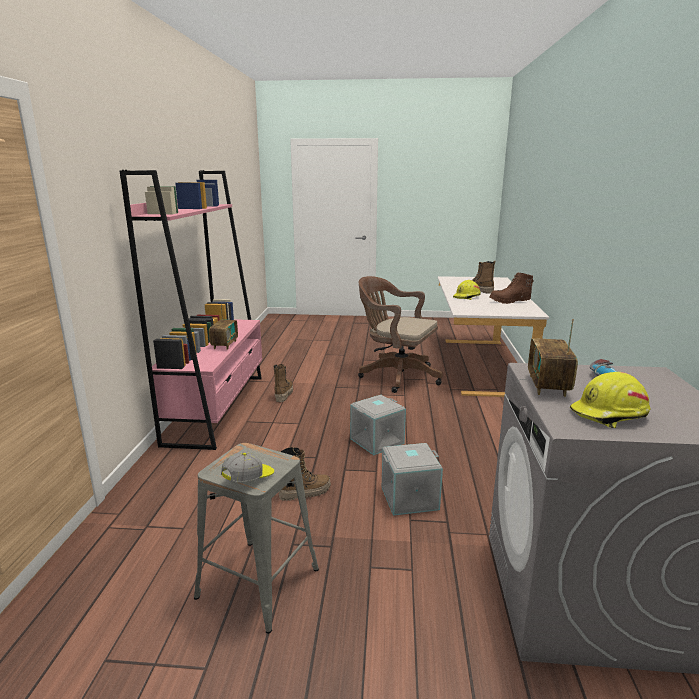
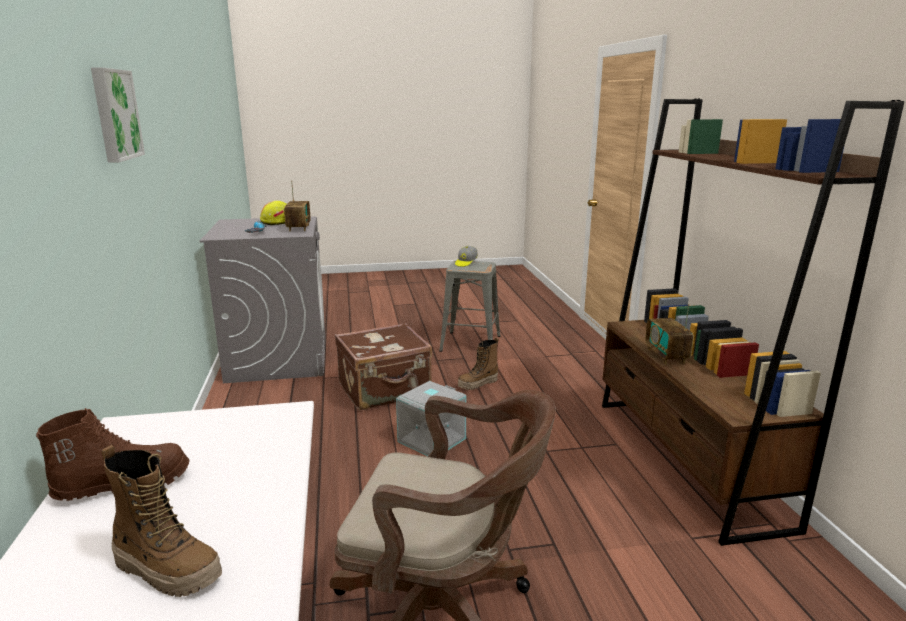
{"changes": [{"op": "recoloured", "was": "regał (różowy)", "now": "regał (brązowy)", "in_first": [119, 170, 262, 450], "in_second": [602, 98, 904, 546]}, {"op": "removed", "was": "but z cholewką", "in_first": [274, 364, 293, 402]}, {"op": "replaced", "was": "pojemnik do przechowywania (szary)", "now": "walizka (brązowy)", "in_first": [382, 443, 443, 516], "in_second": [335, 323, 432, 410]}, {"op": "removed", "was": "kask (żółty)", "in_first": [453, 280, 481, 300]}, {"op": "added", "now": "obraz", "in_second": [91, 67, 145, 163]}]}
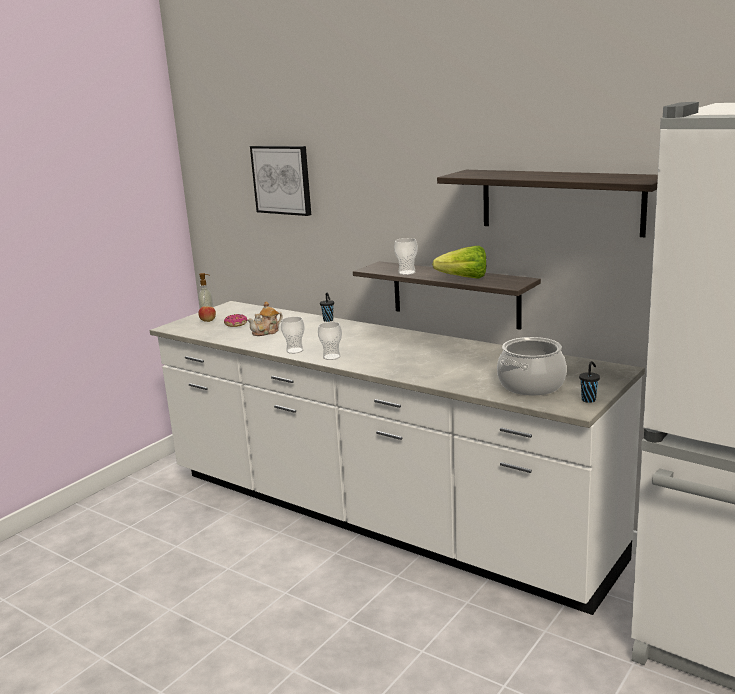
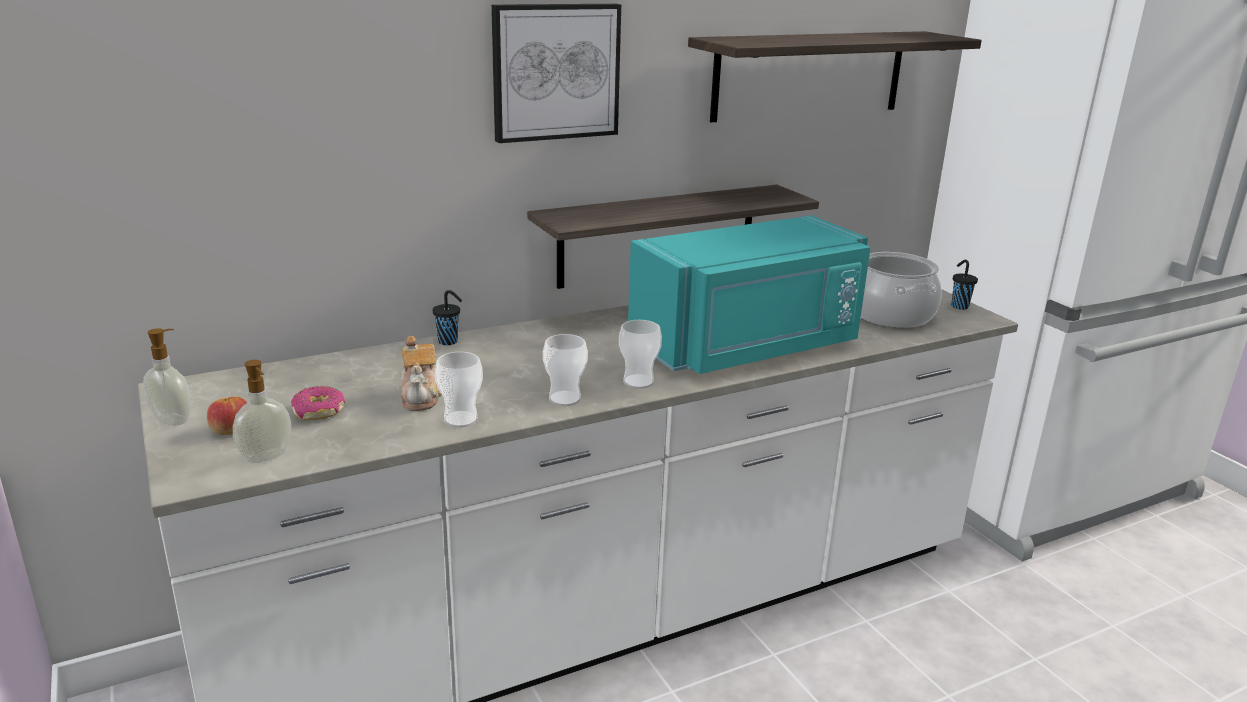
{"changes": [{"op": "moved", "was": "obraz", "in_first": [250, 146, 311, 216], "in_second": [491, 4, 621, 143]}, {"op": "moved", "was": "filiżanka", "in_first": [394, 238, 418, 275], "in_second": [435, 352, 483, 428]}, {"op": "removed", "was": "sałata", "in_first": [432, 246, 486, 279]}, {"op": "added", "now": "dozownik mydła", "in_second": [233, 360, 291, 463]}, {"op": "added", "now": "mikrofalówka (turkusowy)", "in_second": [628, 215, 871, 374]}]}
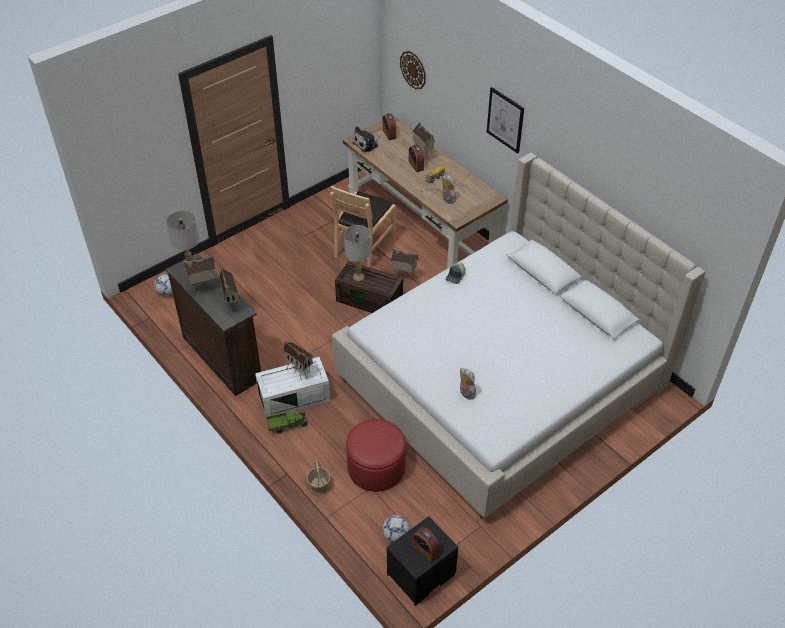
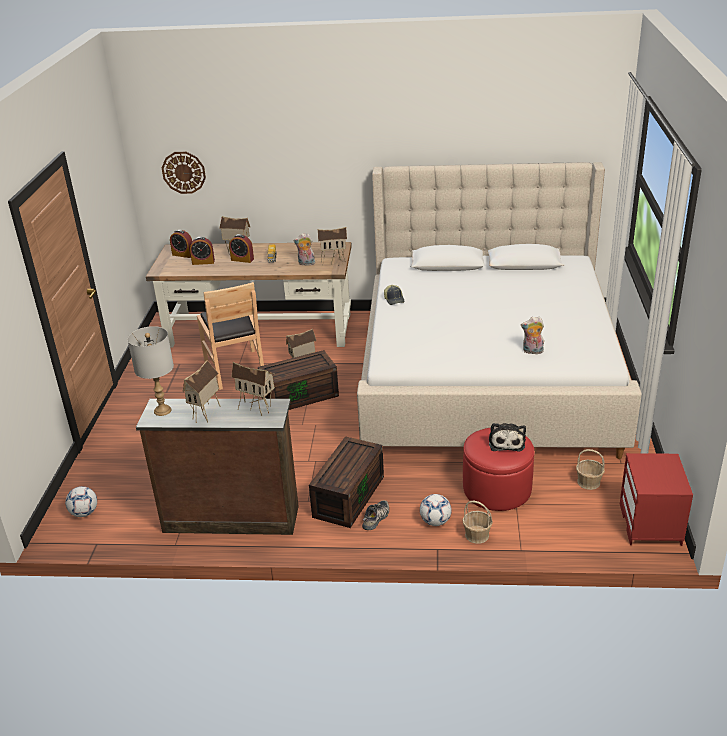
{"changes": [{"op": "recoloured", "was": "pojemnik do przechowywania (biały)", "now": "pojemnik do przechowywania (brązowy)", "in_first": [255, 357, 330, 417], "in_second": [309, 436, 384, 528]}, {"op": "replaced", "was": "ciężarówka zabawkowa", "now": "but", "in_first": [266, 410, 308, 434], "in_second": [362, 500, 389, 530]}, {"op": "moved", "was": "domek", "in_first": [283, 341, 313, 380], "in_second": [318, 227, 347, 267]}, {"op": "removed", "was": "lampa stołowa (szary)", "in_first": [344, 225, 371, 281]}, {"op": "moved", "was": "pluszak", "in_first": [353, 126, 380, 152], "in_second": [489, 423, 526, 452]}, {"op": "moved", "was": "piłka futbolowa", "in_first": [383, 515, 410, 542], "in_second": [420, 494, 452, 526]}, {"op": "recoloured", "was": "szafka nocna (czarny)", "now": "szafka nocna (czerwony)", "in_first": [386, 516, 458, 606], "in_second": [620, 453, 693, 546]}, {"op": "moved", "was": "budzik", "in_first": [412, 527, 439, 562], "in_second": [190, 237, 215, 265]}, {"op": "removed", "was": "obraz", "in_first": [487, 87, 524, 154]}, {"op": "added", "now": "koszyk", "in_second": [576, 449, 605, 490]}]}
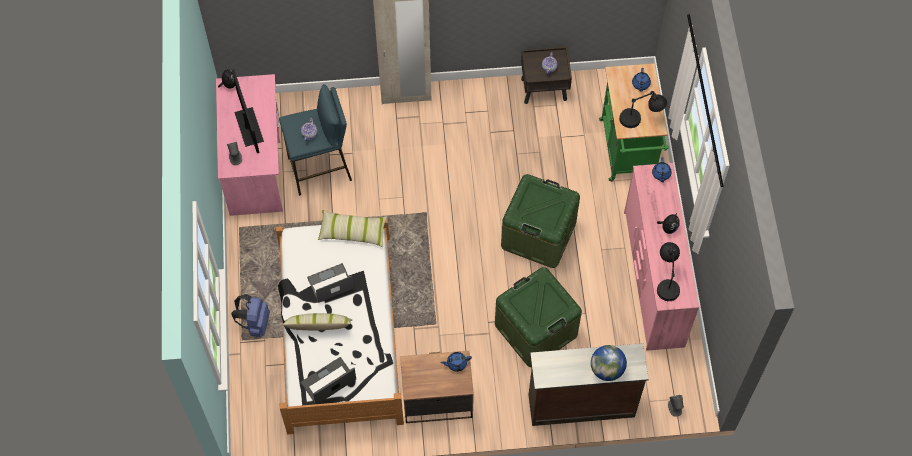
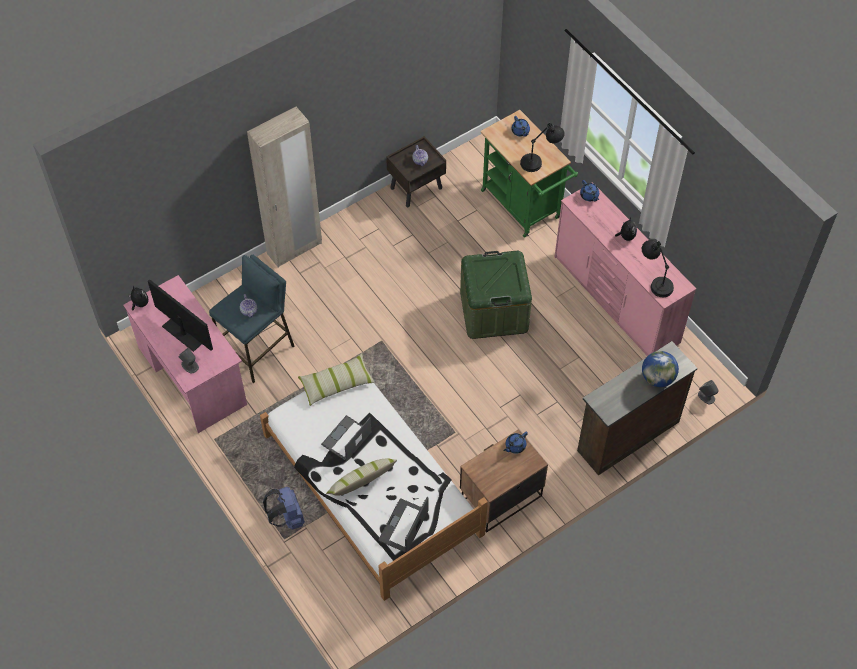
{"changes": [{"op": "removed", "was": "pojemnik do przechowywania (zielony)", "in_first": [495, 267, 582, 367]}]}
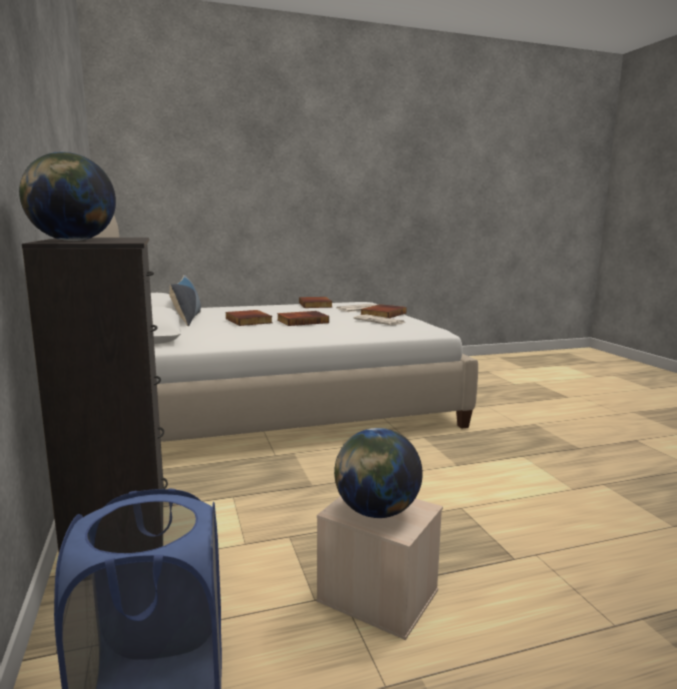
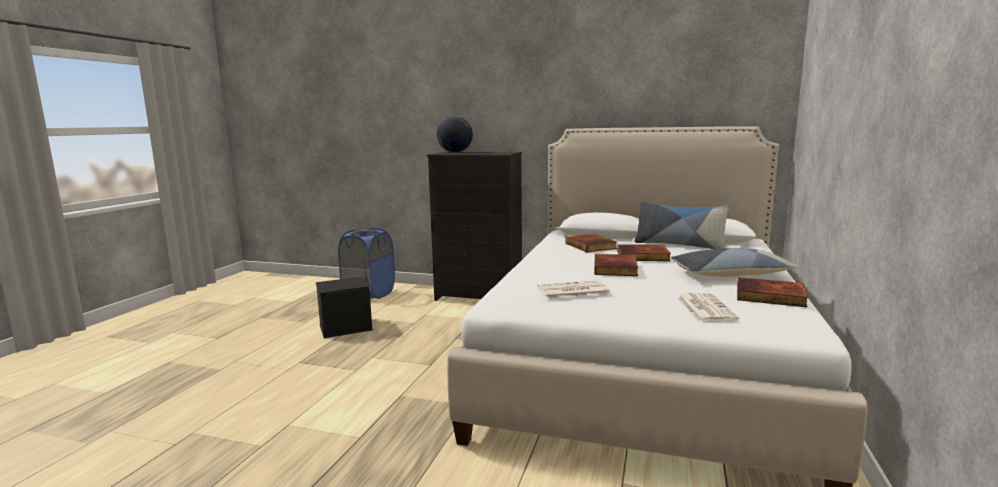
{"changes": [{"op": "recoloured", "was": "pojemnik do przechowywania (beżowy)", "now": "pojemnik do przechowywania (czarny)", "in_first": [317, 496, 443, 640], "in_second": [316, 277, 373, 338]}, {"op": "removed", "was": "globus", "in_first": [334, 428, 423, 518]}, {"op": "moved", "was": "książka", "in_first": [361, 304, 407, 318], "in_second": [565, 234, 617, 252]}, {"op": "added", "now": "poduszka", "in_second": [671, 248, 799, 277]}]}
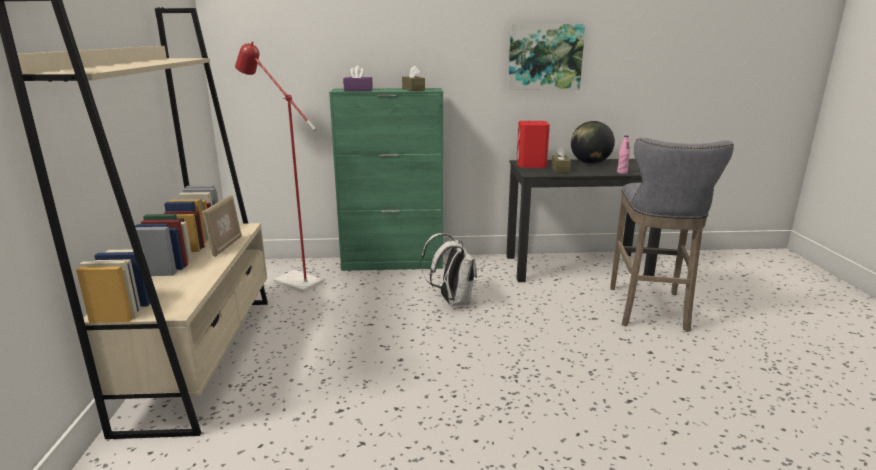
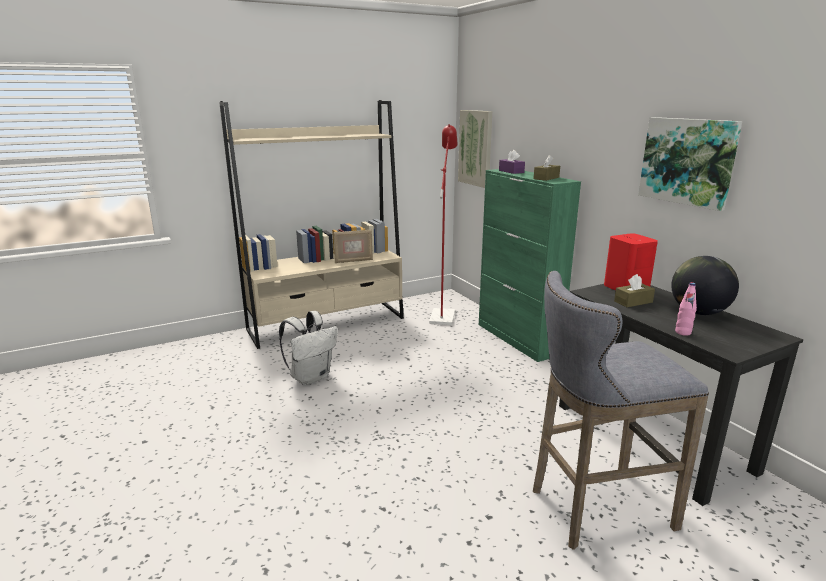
{"changes": [{"op": "moved", "was": "plecak (biały)", "in_first": [421, 233, 477, 306], "in_second": [279, 311, 337, 385]}, {"op": "added", "now": "obraz", "in_second": [458, 110, 492, 188]}]}
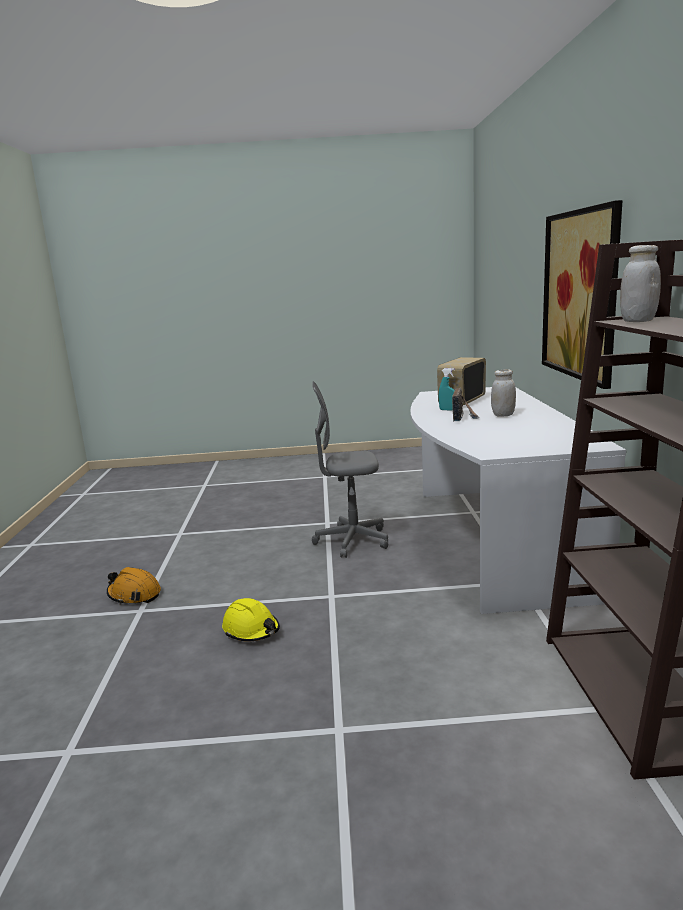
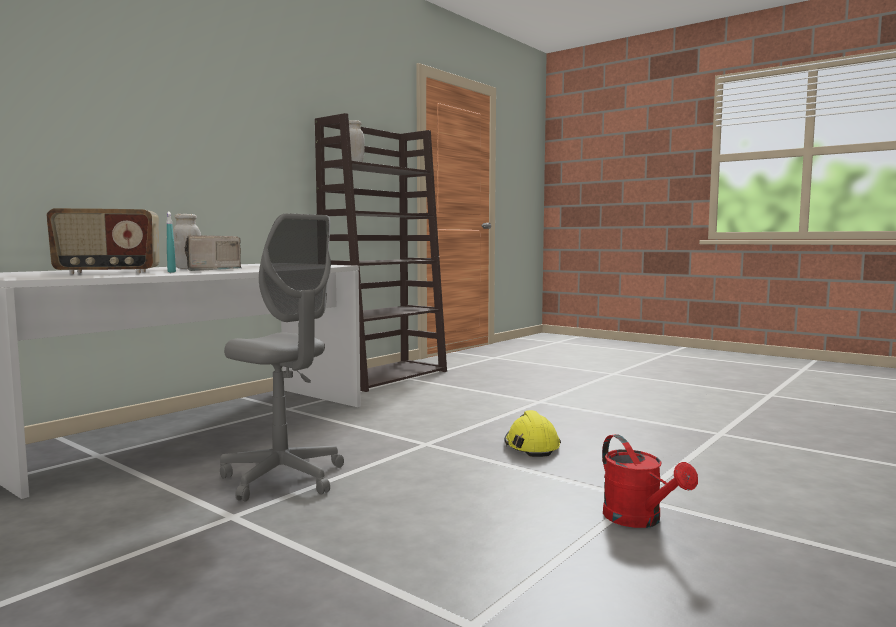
{"changes": [{"op": "replaced", "was": "kask (pomarańczowy)", "now": "konewka (czerwony)", "in_first": [107, 567, 161, 605], "in_second": [602, 434, 698, 528]}, {"op": "removed", "was": "obraz", "in_first": [542, 200, 623, 389]}]}
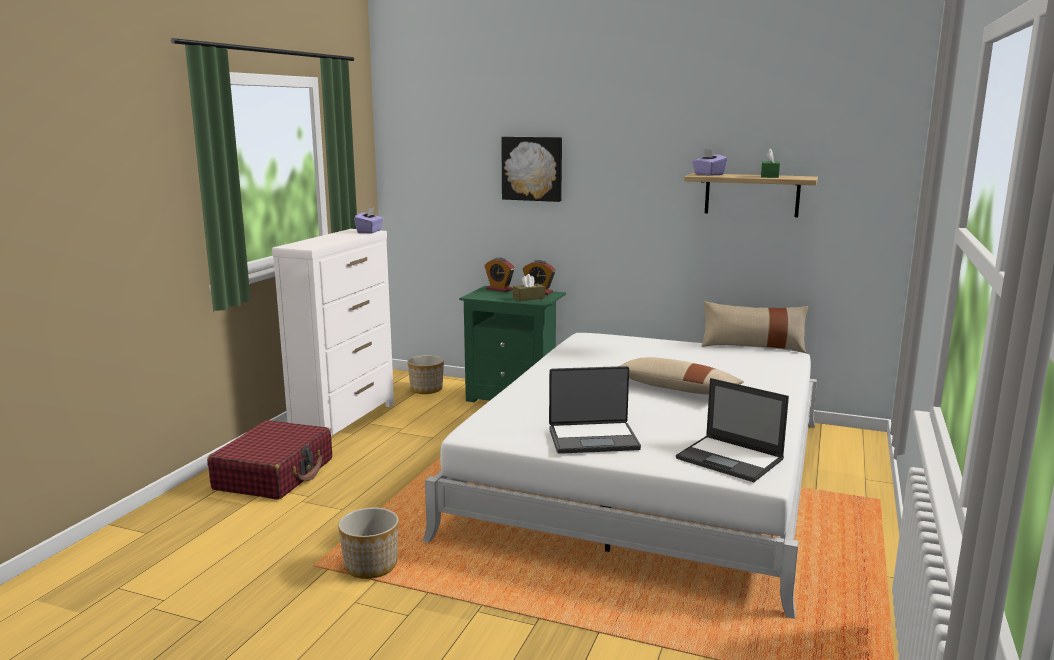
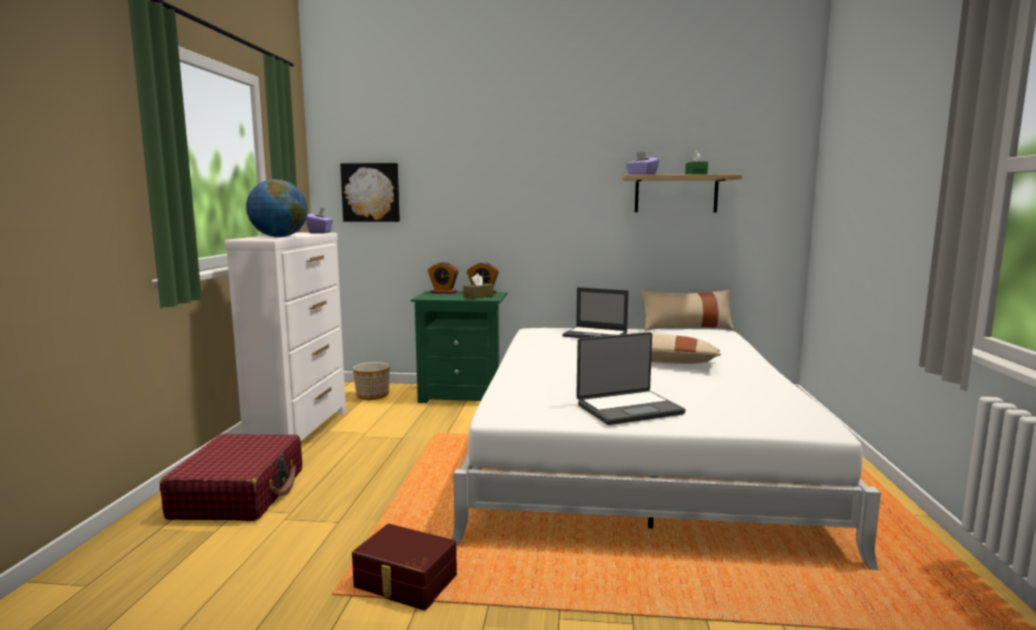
{"changes": [{"op": "replaced", "was": "donica", "now": "pojemnik do przechowywania (brązowy)", "in_first": [338, 507, 399, 579], "in_second": [352, 524, 457, 610]}, {"op": "moved", "was": "obraz", "in_first": [501, 137, 562, 202], "in_second": [340, 163, 400, 222]}, {"op": "moved", "was": "laptop", "in_first": [676, 378, 789, 482], "in_second": [562, 287, 628, 338]}, {"op": "added", "now": "globus", "in_second": [246, 179, 308, 237]}]}
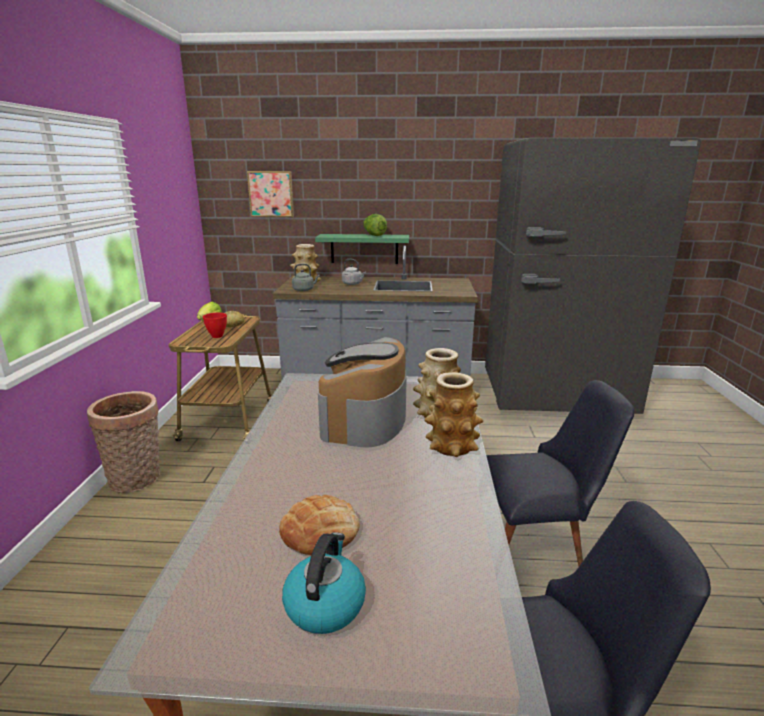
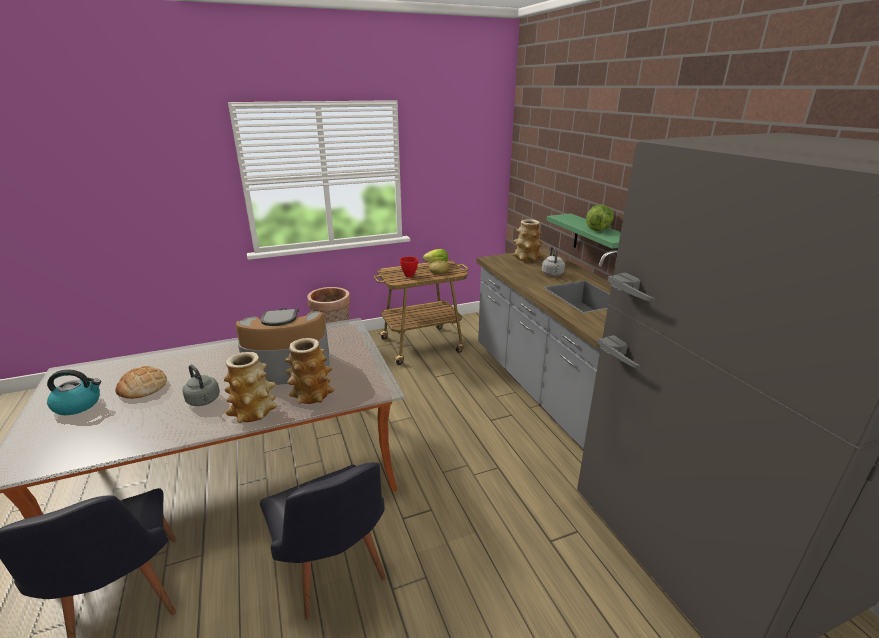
{"changes": [{"op": "removed", "was": "obraz", "in_first": [247, 171, 294, 217]}, {"op": "moved", "was": "czajnik (szary)", "in_first": [292, 264, 320, 291], "in_second": [182, 364, 220, 406]}]}
